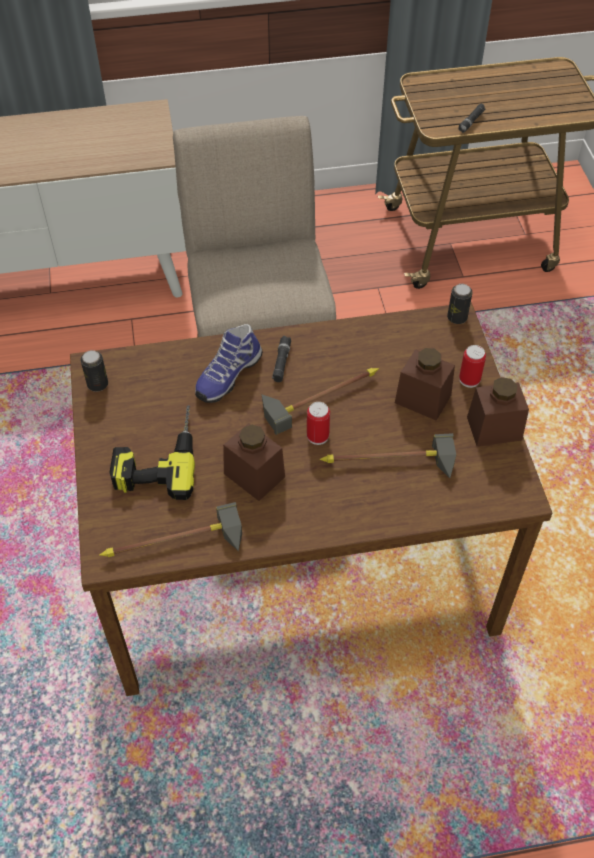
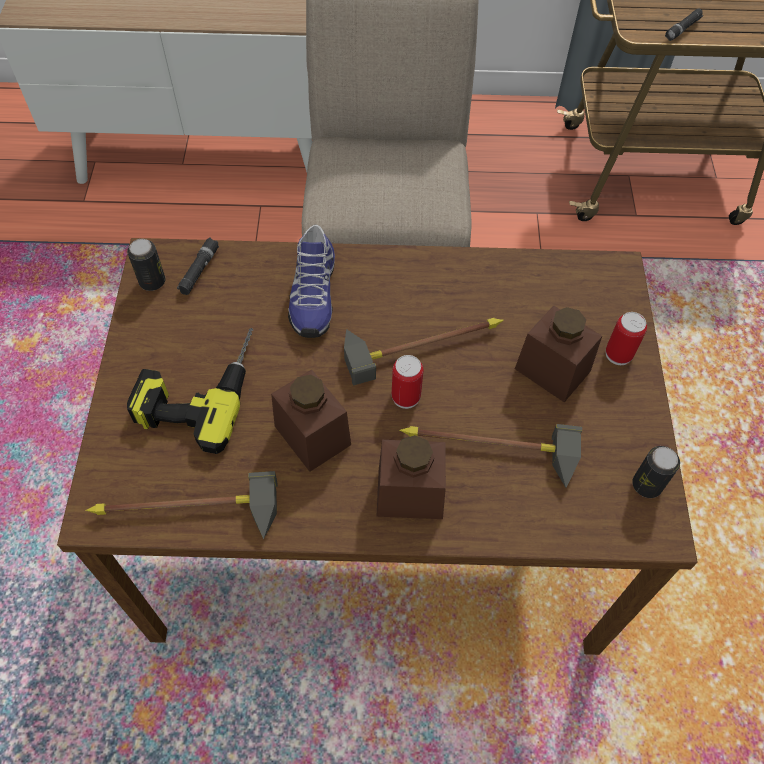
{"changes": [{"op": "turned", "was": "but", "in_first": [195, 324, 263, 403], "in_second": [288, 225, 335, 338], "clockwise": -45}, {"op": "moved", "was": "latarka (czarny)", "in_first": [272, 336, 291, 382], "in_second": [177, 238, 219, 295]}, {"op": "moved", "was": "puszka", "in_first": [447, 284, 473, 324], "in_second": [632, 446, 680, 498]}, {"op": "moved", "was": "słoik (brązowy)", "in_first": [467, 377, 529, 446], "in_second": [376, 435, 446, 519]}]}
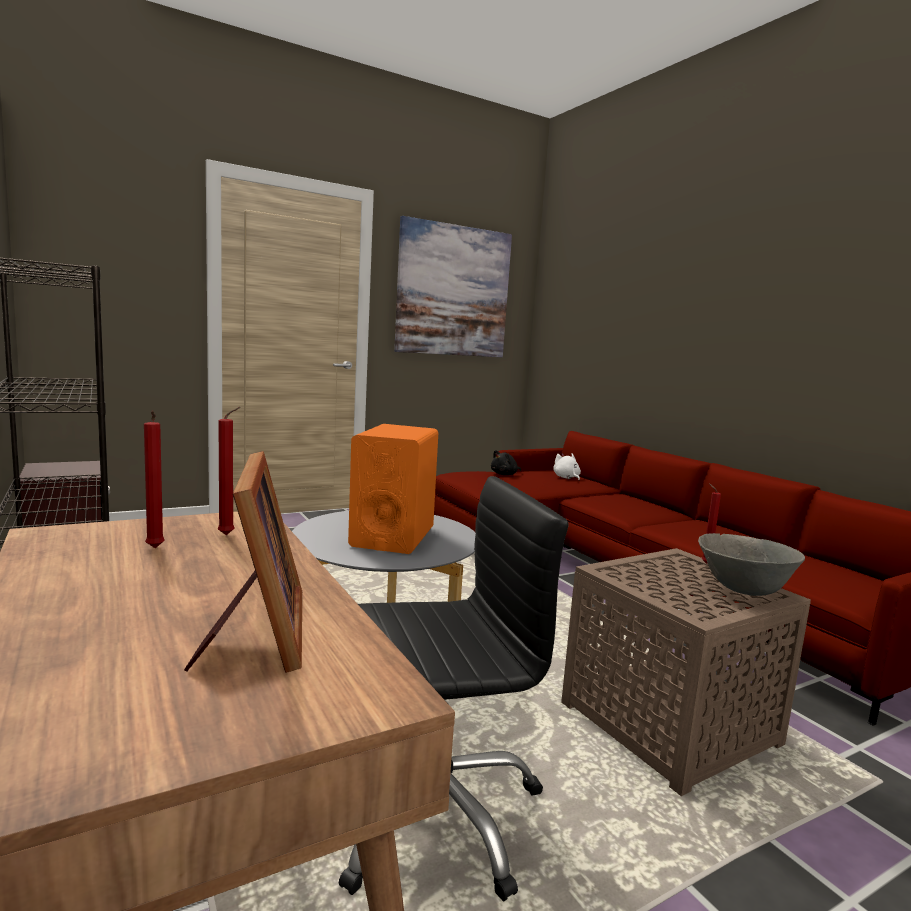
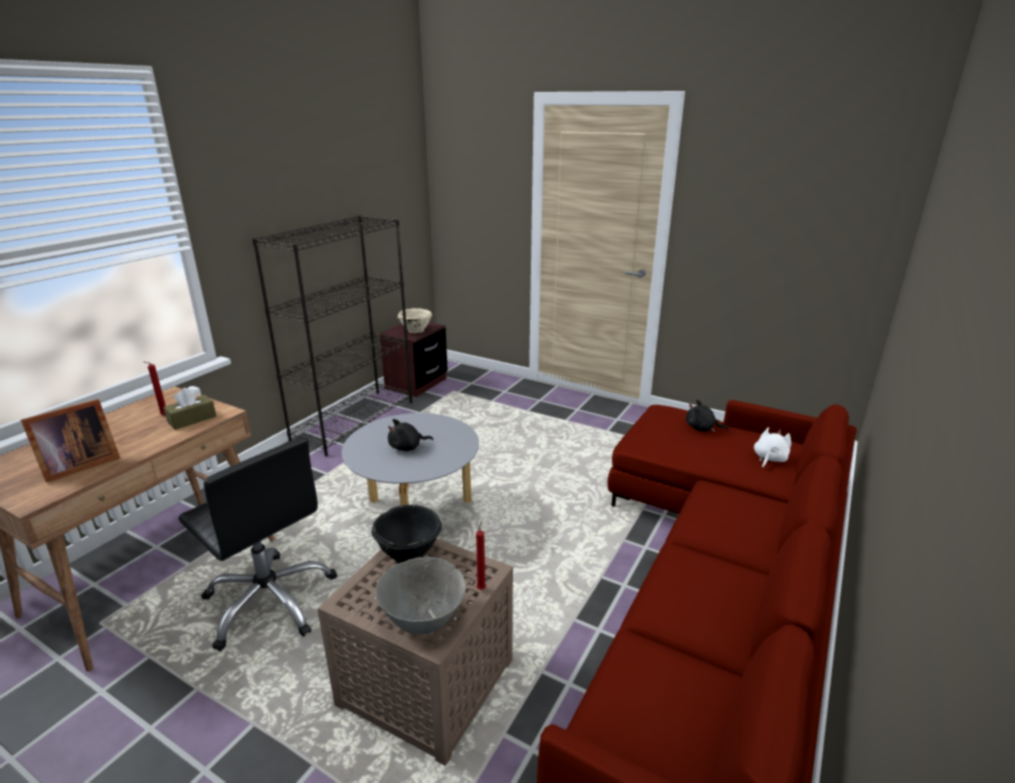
{"changes": [{"op": "replaced", "was": "świeca (czerwony)", "now": "pudełko chusteczek (brązowy)", "in_first": [218, 407, 241, 535], "in_second": [163, 387, 216, 430]}, {"op": "replaced", "was": "głośnik (pomarańczowy)", "now": "pluszak (czarny)", "in_first": [348, 424, 438, 554], "in_second": [388, 419, 433, 451]}, {"op": "removed", "was": "obraz", "in_first": [394, 216, 512, 357]}, {"op": "added", "now": "miska (czarny)", "in_second": [371, 505, 442, 564]}, {"op": "added", "now": "miska (beżowy)", "in_second": [397, 308, 432, 333]}]}
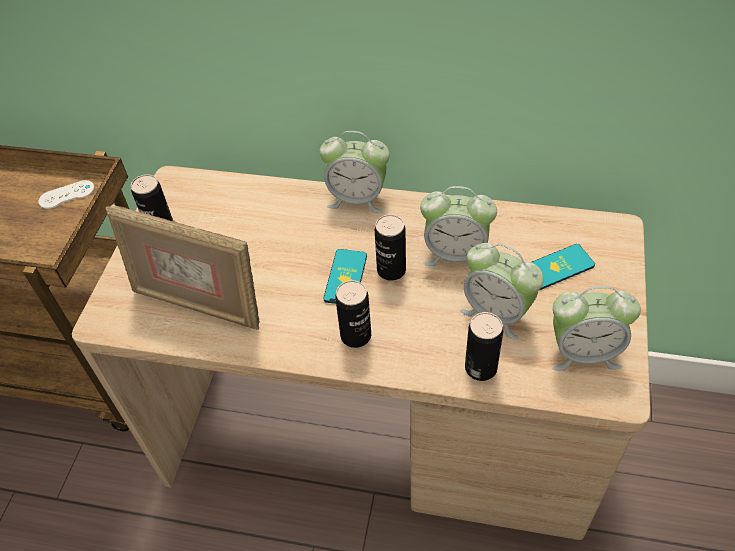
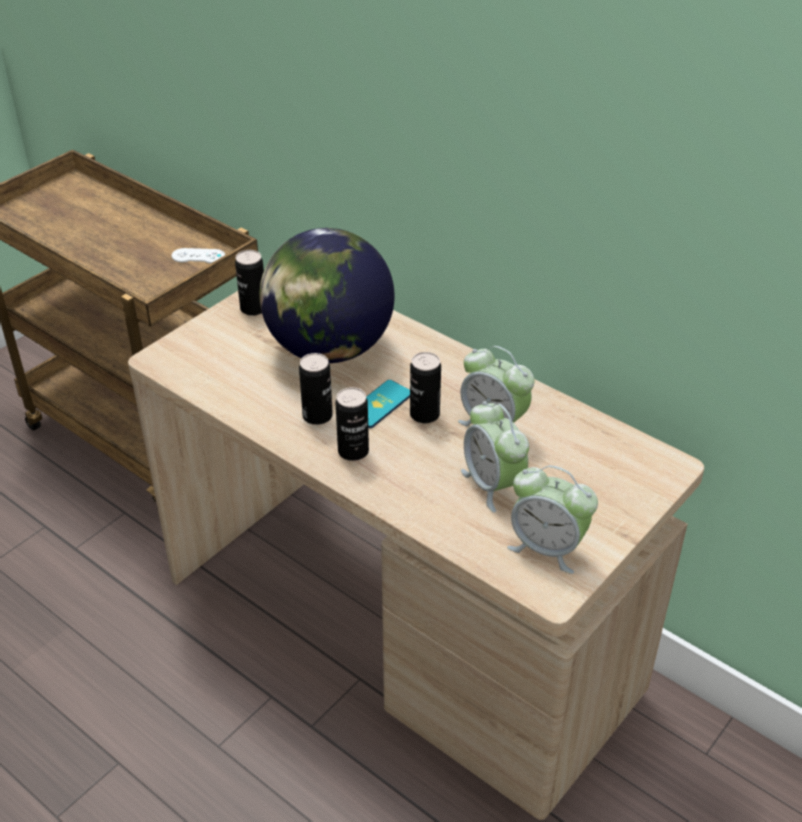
{"changes": [{"op": "removed", "was": "ramka na zdjęcie", "in_first": [106, 204, 259, 330]}, {"op": "removed", "was": "budzik", "in_first": [319, 131, 390, 213]}, {"op": "moved", "was": "puszka", "in_first": [465, 312, 503, 381], "in_second": [299, 353, 333, 425]}, {"op": "removed", "was": "telefon", "in_first": [531, 244, 595, 290]}, {"op": "added", "now": "globus", "in_second": [259, 228, 395, 363]}]}
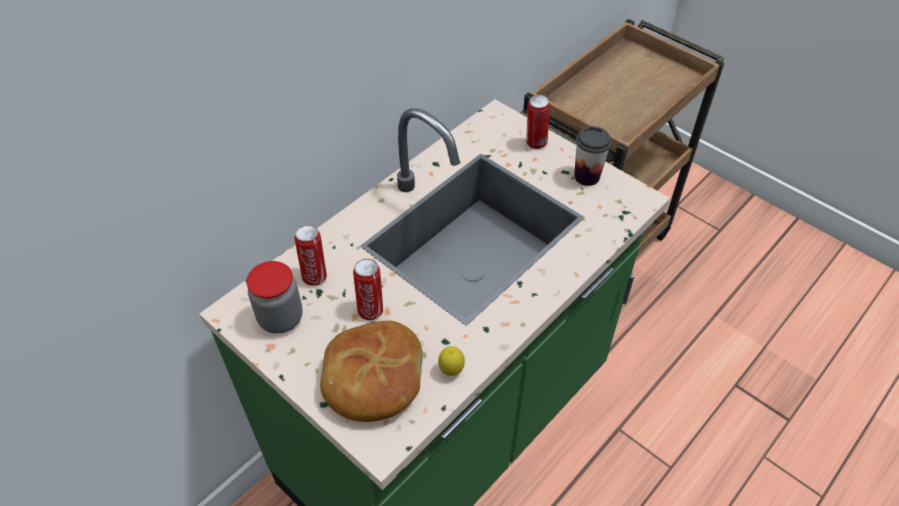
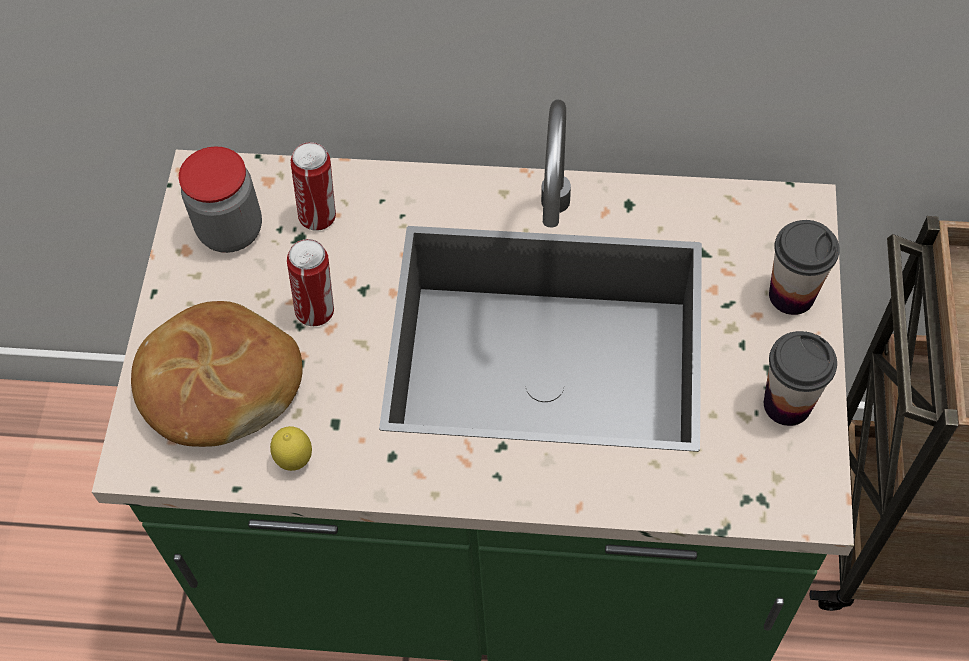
{"changes": [{"op": "replaced", "was": "puszka", "now": "filiżanka", "in_first": [526, 95, 550, 149], "in_second": [769, 220, 840, 315]}]}
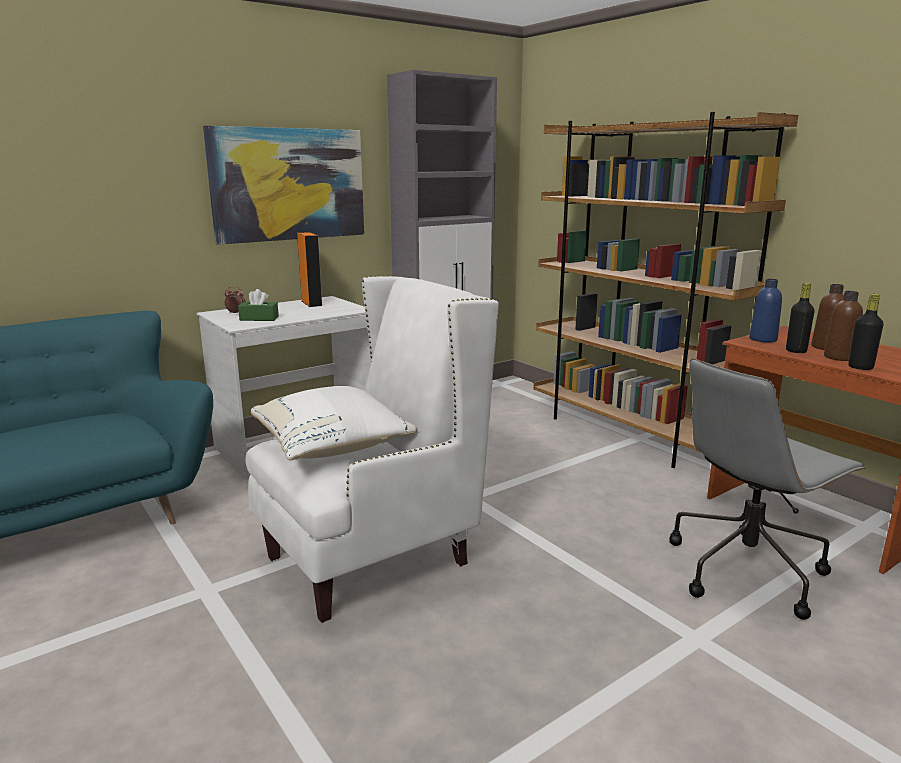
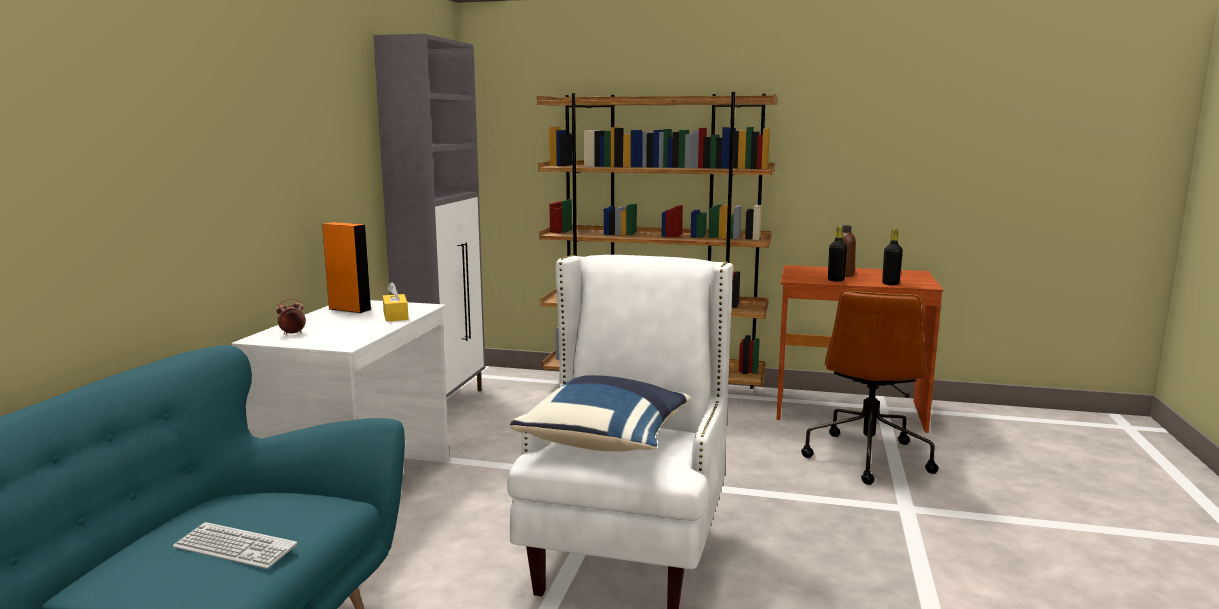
{"changes": [{"op": "removed", "was": "obraz", "in_first": [203, 126, 364, 245]}, {"op": "removed", "was": "pudełko chusteczek (zielony)", "in_first": [238, 289, 279, 321]}, {"op": "recoloured", "was": "poduszka (biały)", "now": "poduszka (niebieski)", "in_first": [251, 386, 417, 460], "in_second": [510, 375, 691, 452]}, {"op": "recoloured", "was": "krzesło biurowe (szary)", "now": "krzesło biurowe (brązowy)", "in_first": [669, 358, 866, 620], "in_second": [801, 291, 939, 485]}, {"op": "removed", "was": "butelka (niebieski)", "in_first": [749, 279, 782, 343]}, {"op": "removed", "was": "butelka (brązowy)", "in_first": [824, 291, 863, 361]}, {"op": "added", "now": "klawiatura", "in_second": [173, 522, 298, 569]}, {"op": "added", "now": "pudełko chusteczek (żółty)", "in_second": [383, 282, 408, 322]}]}
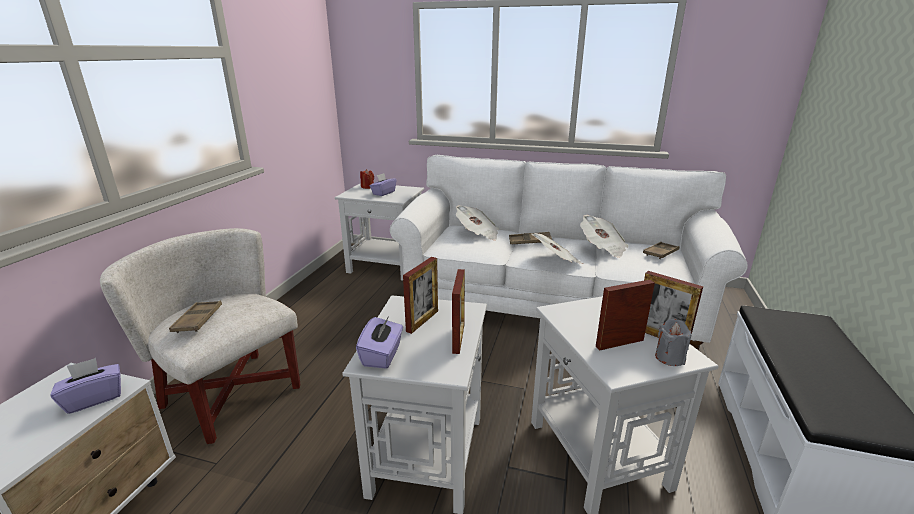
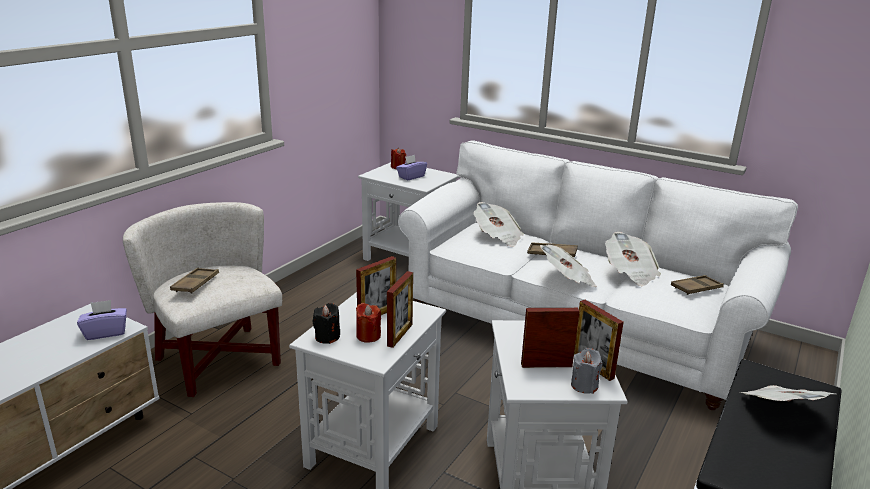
{"changes": [{"op": "replaced", "was": "pudełko chusteczek (fioletowy)", "now": "świeca (czarny)", "in_first": [356, 316, 403, 369], "in_second": [313, 303, 340, 344]}, {"op": "added", "now": "świeca (czerwony)", "in_second": [356, 303, 381, 343]}, {"op": "added", "now": "gazeta", "in_second": [740, 385, 835, 402]}]}
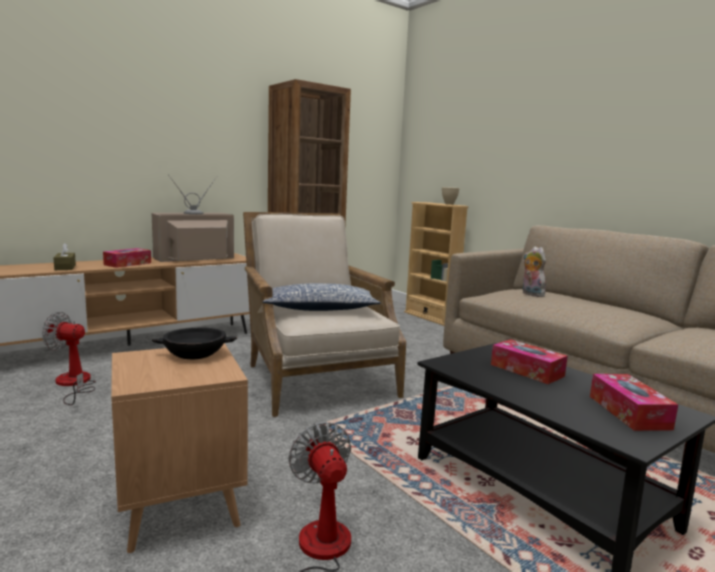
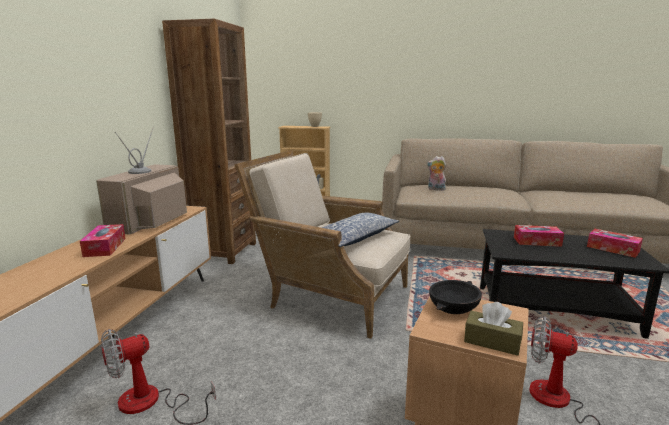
{"changes": [{"op": "moved", "was": "pudełko chusteczek (brązowy)", "in_first": [53, 243, 76, 270], "in_second": [464, 302, 523, 356]}]}
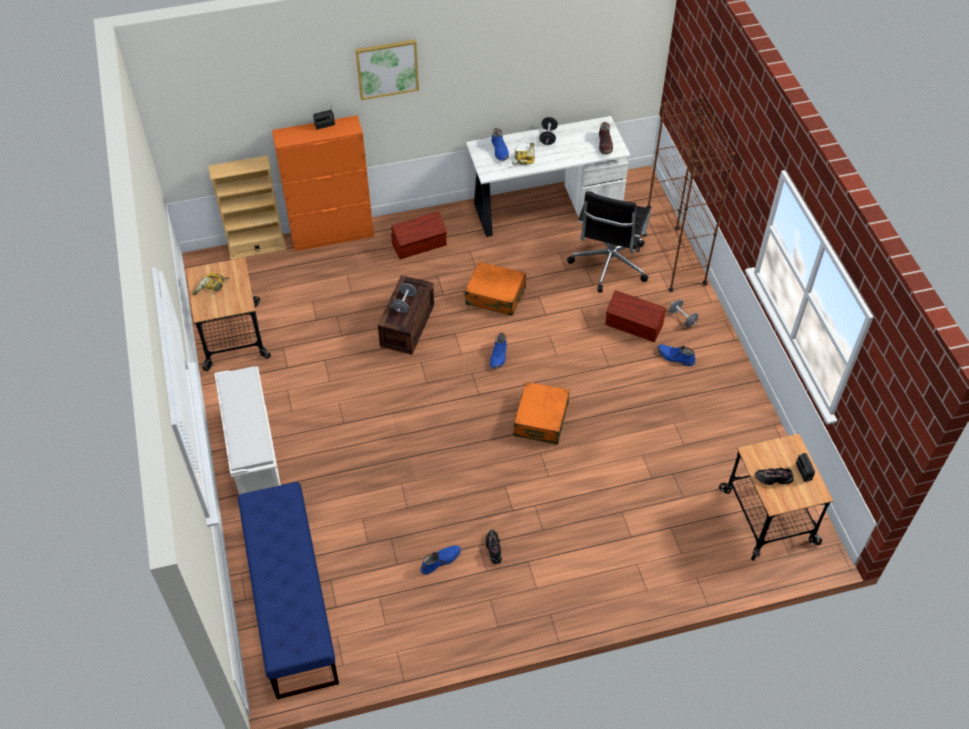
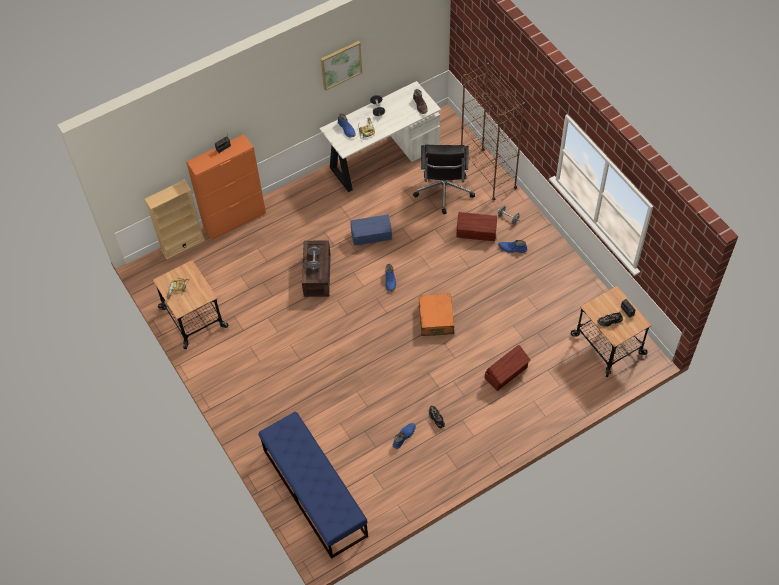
{"changes": [{"op": "removed", "was": "regał na buty (biały)", "in_first": [214, 366, 281, 495]}, {"op": "moved", "was": "obraz", "in_first": [355, 40, 419, 100], "in_second": [321, 41, 362, 91]}, {"op": "moved", "was": "pojemnik do przechowywania (brązowy)", "in_first": [391, 211, 447, 259], "in_second": [485, 345, 531, 391]}, {"op": "replaced", "was": "walizka (pomarańczowy)", "now": "pojemnik do przechowywania (niebieski)", "in_first": [465, 262, 526, 316], "in_second": [350, 214, 392, 246]}]}
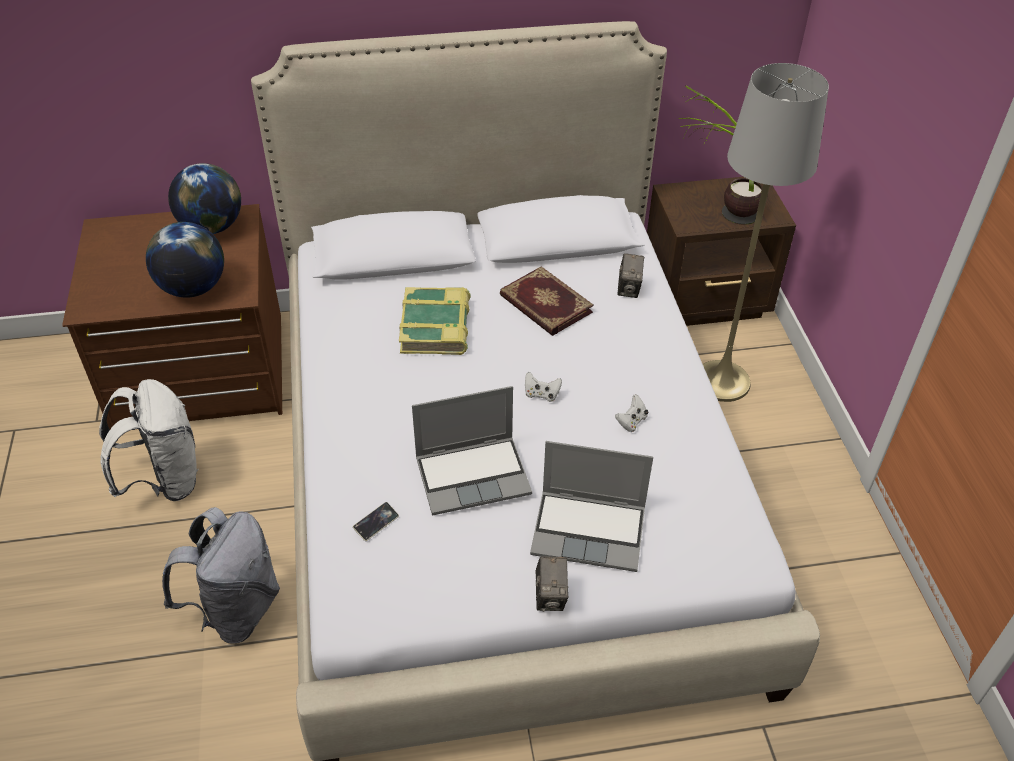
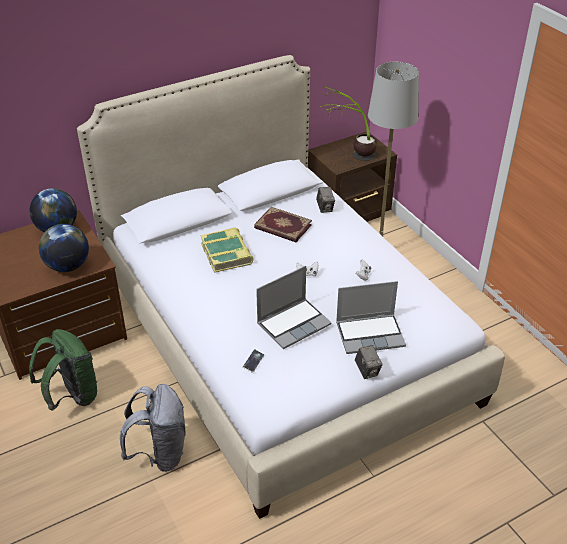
{"changes": [{"op": "recoloured", "was": "plecak (biały)", "now": "plecak (zielony)", "in_first": [99, 379, 199, 501], "in_second": [29, 329, 97, 410]}]}
